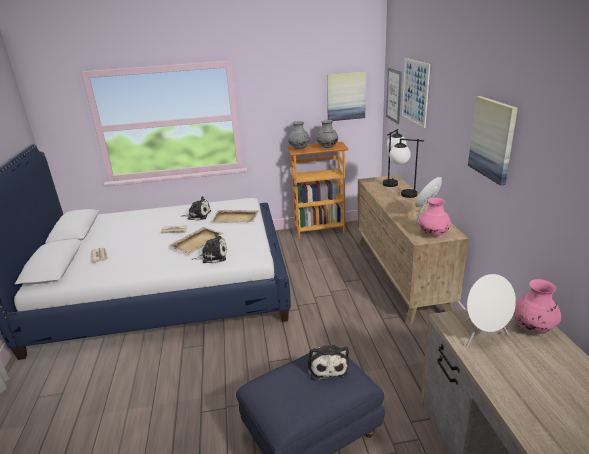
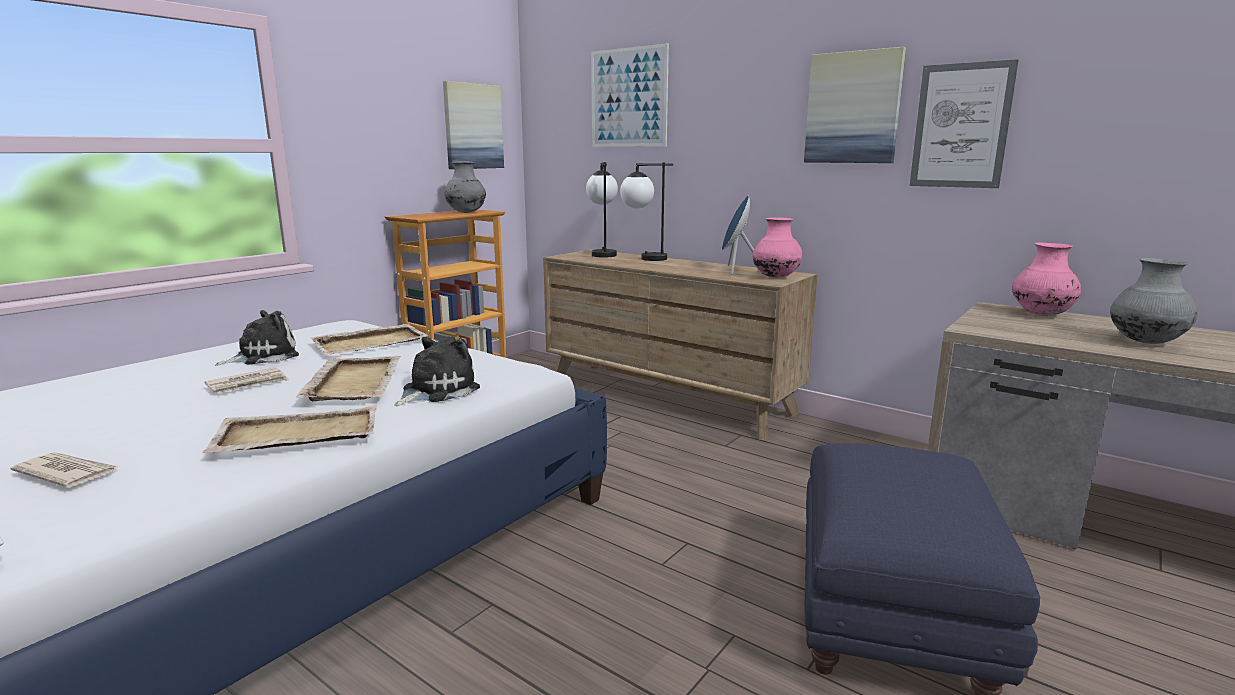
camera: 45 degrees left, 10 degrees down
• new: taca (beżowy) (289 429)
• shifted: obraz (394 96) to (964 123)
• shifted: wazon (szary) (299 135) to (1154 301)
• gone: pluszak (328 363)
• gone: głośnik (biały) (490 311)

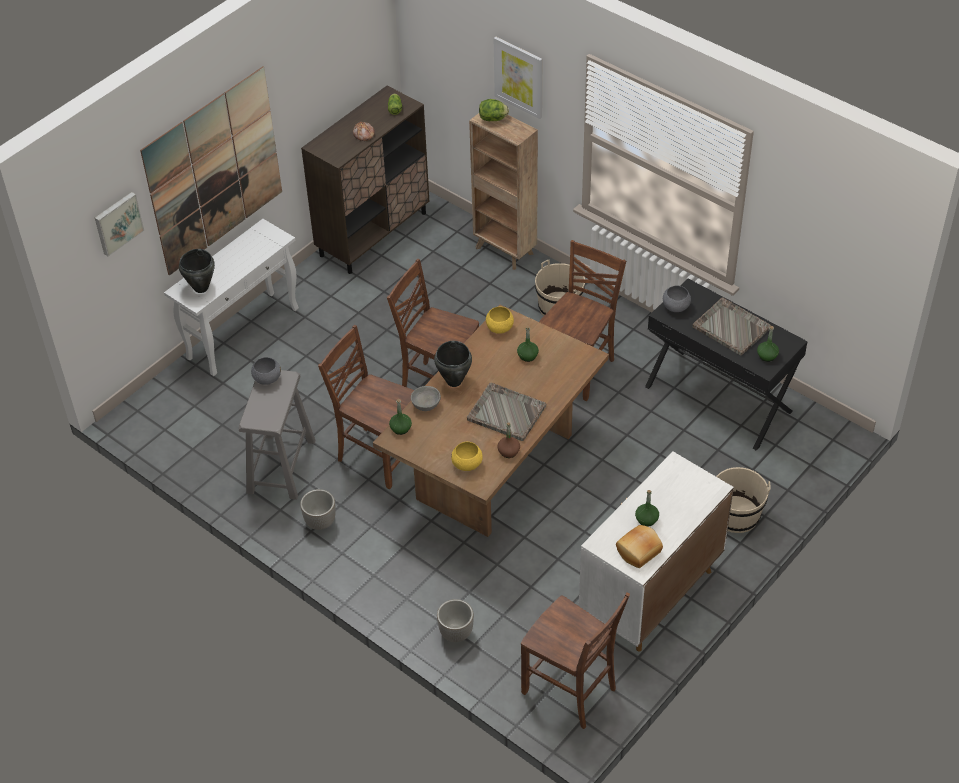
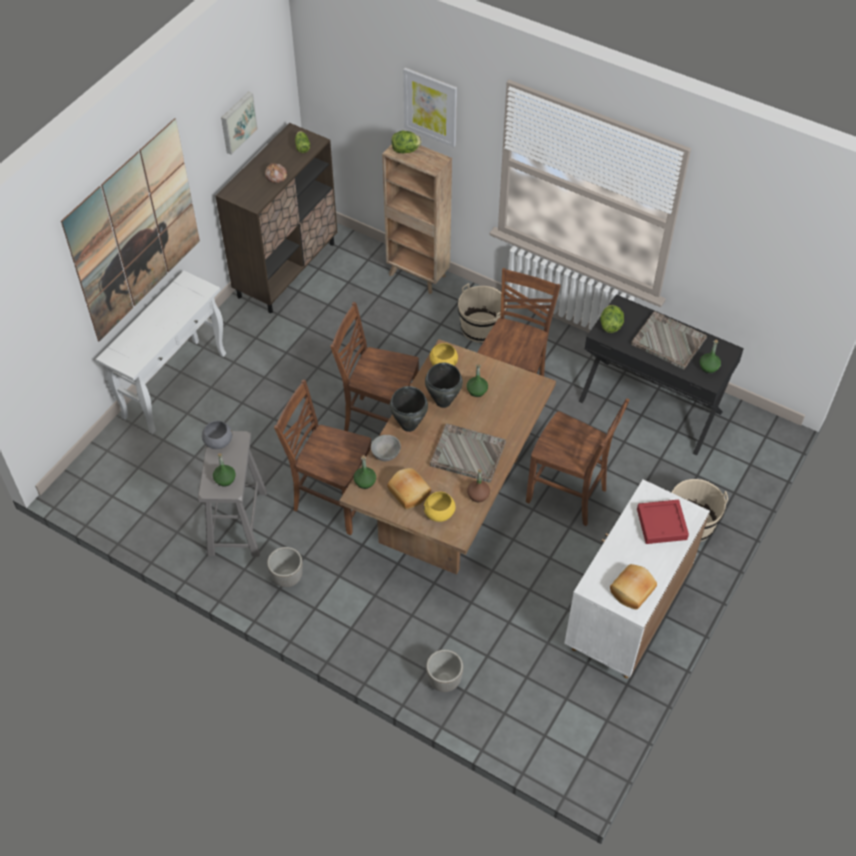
camera: 10 degrees left, 5 degrees up
• shifted: butelka (zielony) (647 508) to (224 470)
• shifted: obraz (119 224) to (239 123)
• new: chleb (409 488)
• shifted: garnek (czarny) (197 271) to (444 385)
• shifted: krzesło (brązowy) (575 660) to (577 462)
• swapped: miska (szary) (677 299) to sałata (612 319)
• new: taca (czerwony) (663 522)

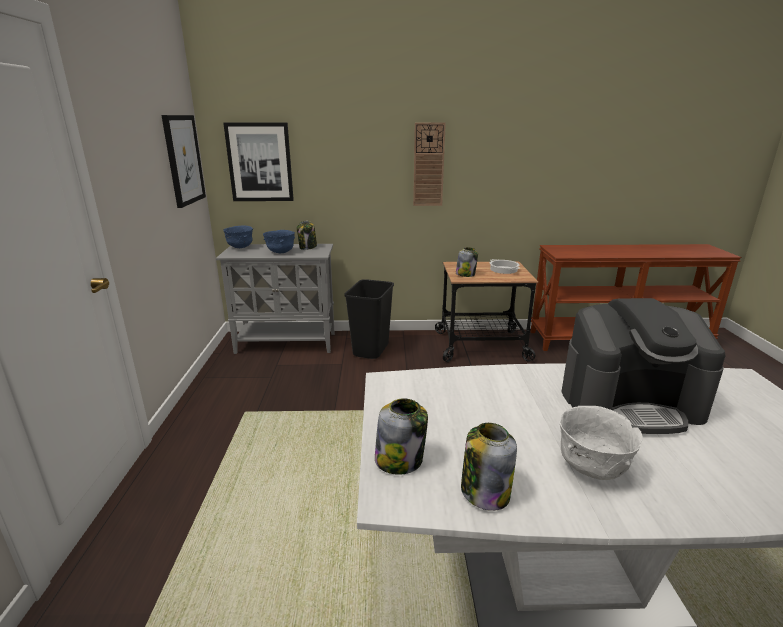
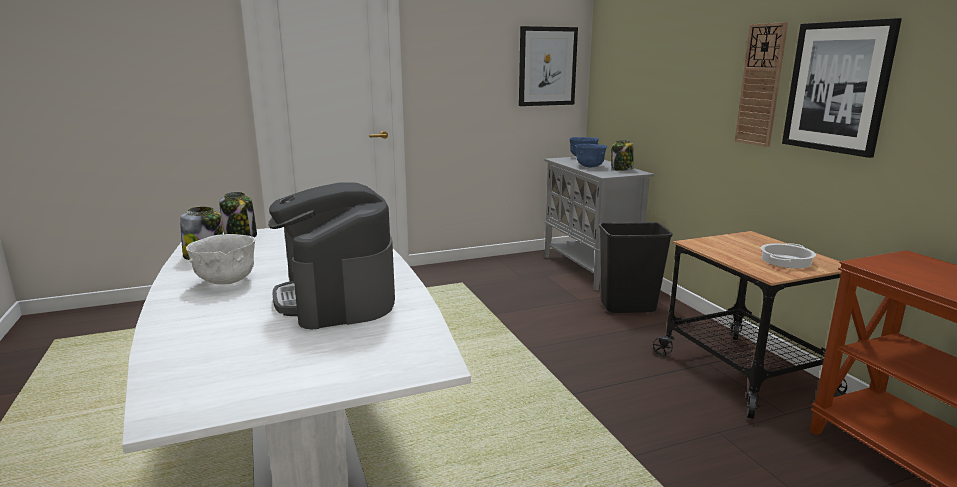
camera: 70 degrees right, 5 degrees down
• shifted: obraz (258 162) to (842 88)
• gone: słoik (467 262)

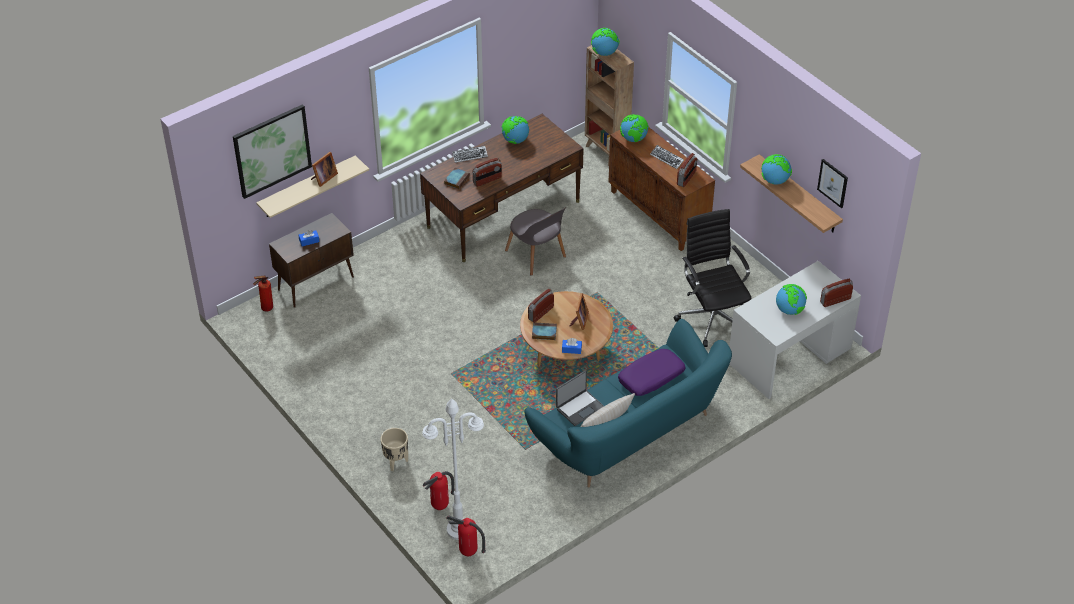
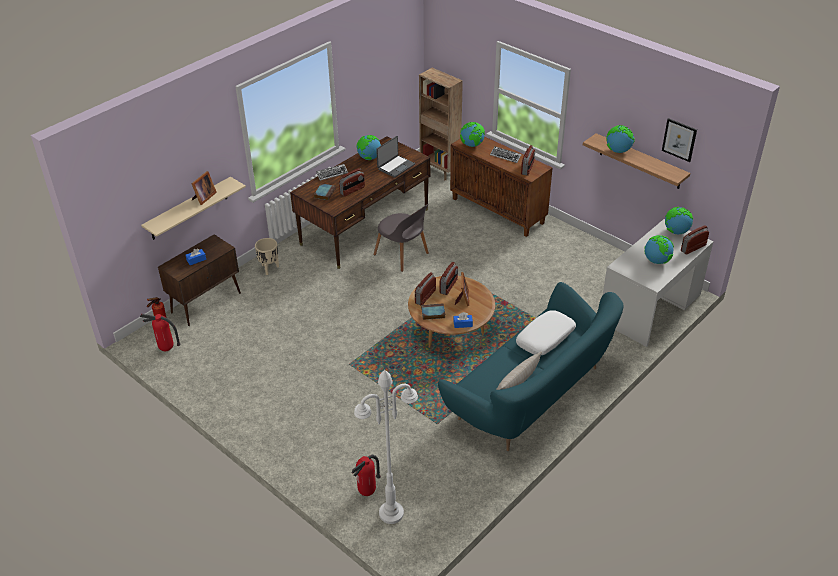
camera: 10 degrees left, 5 degrees down
• shifted: gaśnica (466 535) to (160 332)
• shifted: donica (beżowy) (394 449) to (267 256)
• shifted: laptop (580 398) to (395 157)
• new: radio (449 278)
• repainted: poduszka (fioletowy) (652 372) to poduszka (biały) (546 332)
• shifted: globus (605 42) to (679 220)
• gone: obraz (272 151)
• gone: krzesło biurowe (czarny) (712 278)

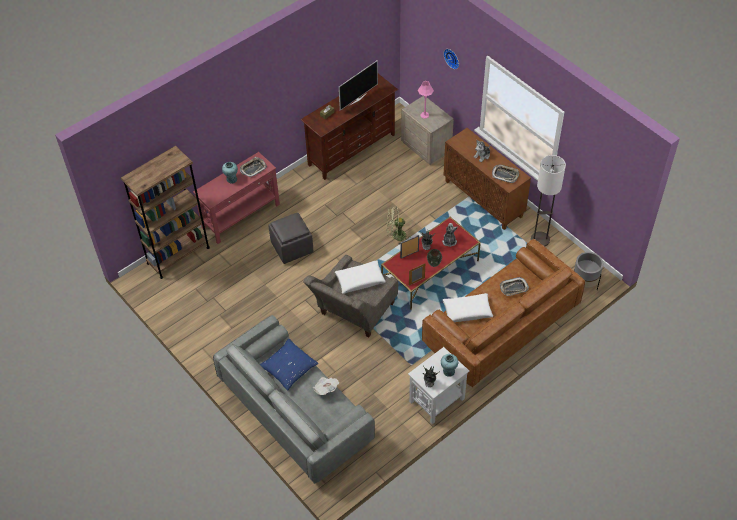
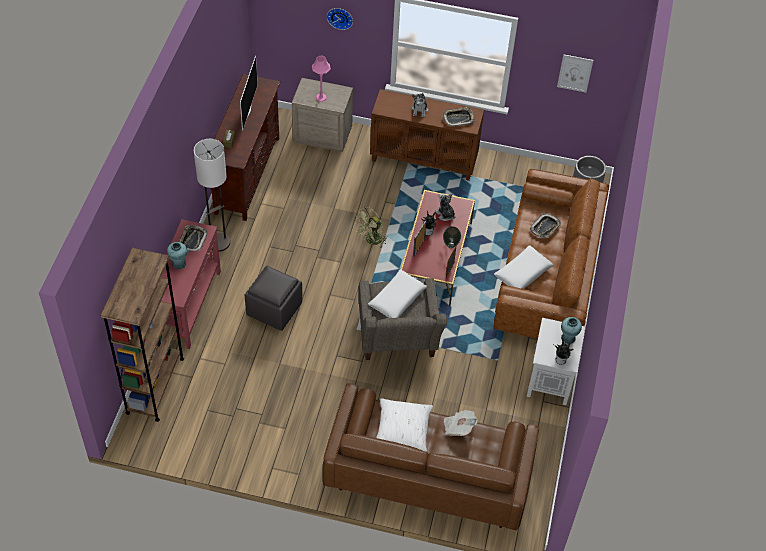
camera: 40 degrees left, 0 degrees up
• shifted: lampa stojąca (548 201) to (212 195)
• repainted: kanapa (szary) (294 399) to kanapa (brązowy) (431 456)
• repainted: poduszka (niebieski) (289 364) to poduszka (biały) (404 424)
• new: obraz (575 73)

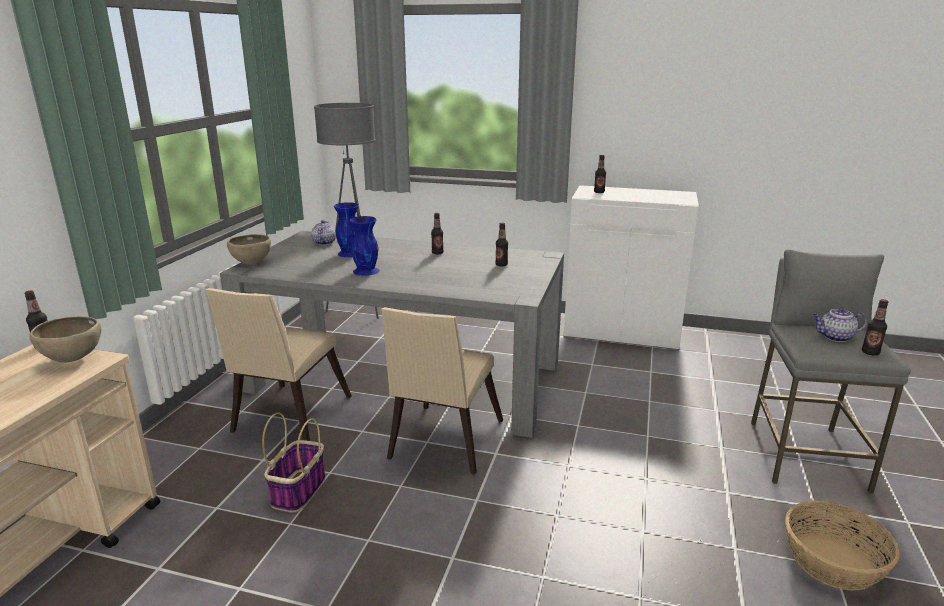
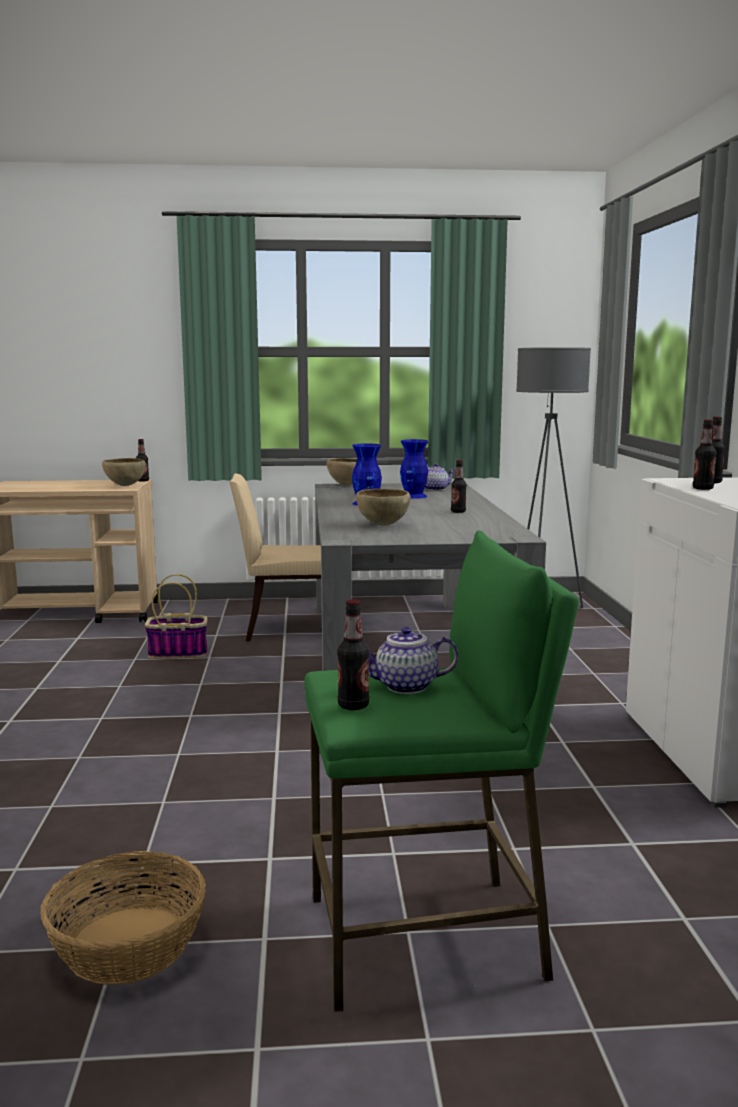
camera: 70 degrees right, 10 degrees down
• repainted: stołek (szary) (831 371) to stołek (zielony) (442 771)
• new: miska (brązowy) (383 507)
• rotated: imbryk (840 324) = (412 660) 75 degrees counterclockwise
• shifted: butelka (501 245) to (705 454)
• gone: krzesło (beżowy) (442 391)

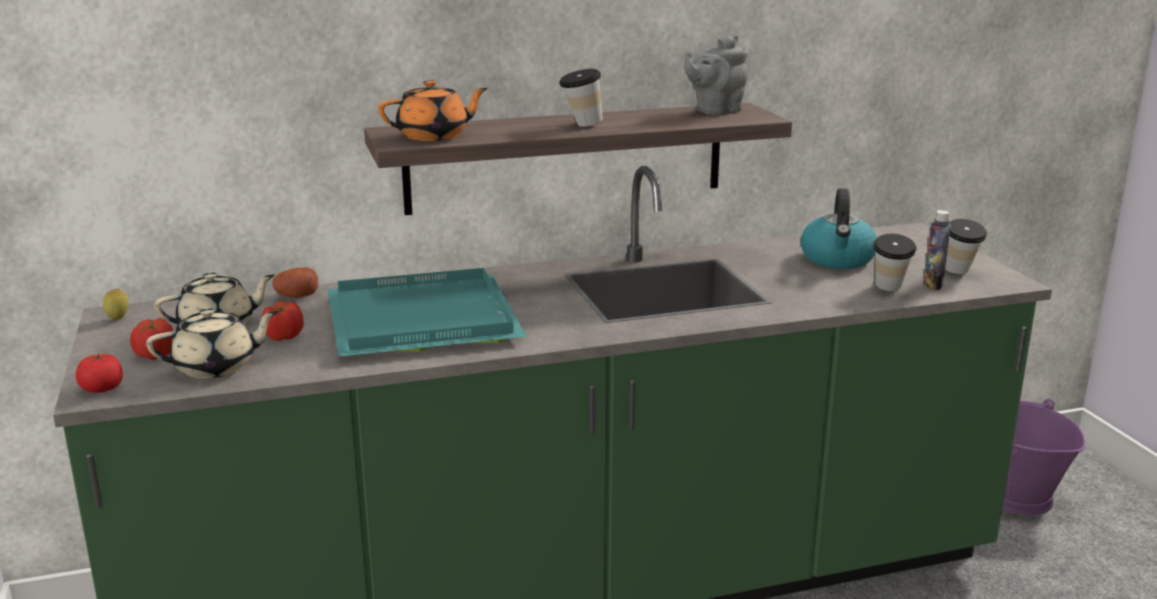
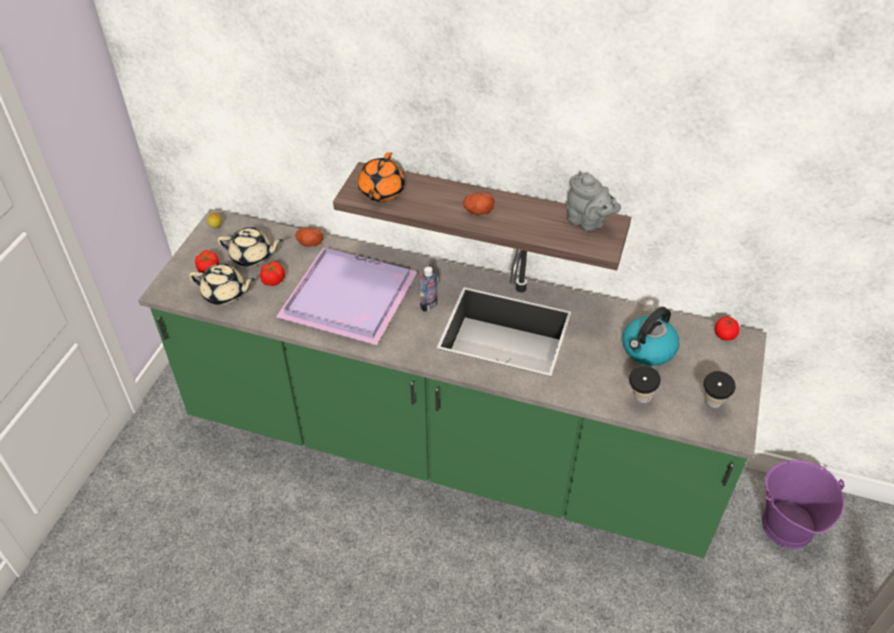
camera: 35 degrees right, 25 degrees up
• repainted: taca (turkusowy) (427 312) to taca (fioletowy) (346 296)
• rotated: imbryk (pomarańczowy) (433 110) = (381 176) 90 degrees clockwise
• shifted: butelka (937 250) to (429 289)
• swapped: filiżanka (581 98) to ziemniak (479 204)
• rotated: imbryk (szary) (716 75) = (594 201) 135 degrees counterclockwise
• shifted: pomidor (99 373) to (727 329)

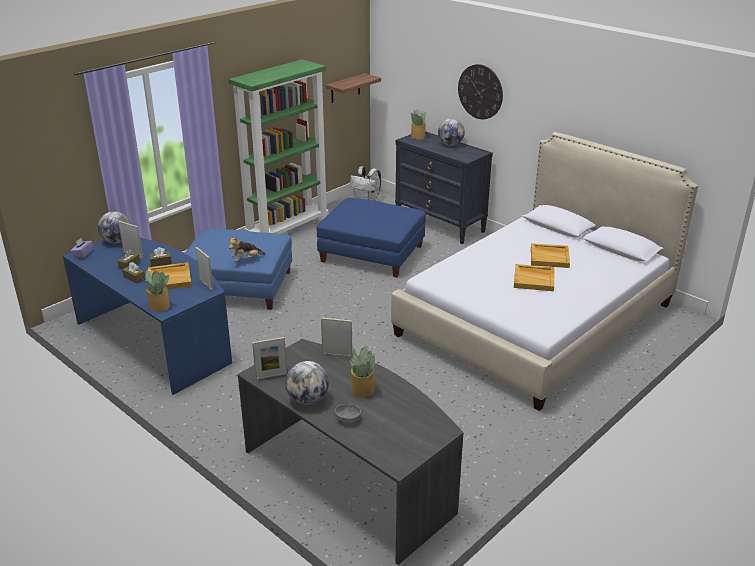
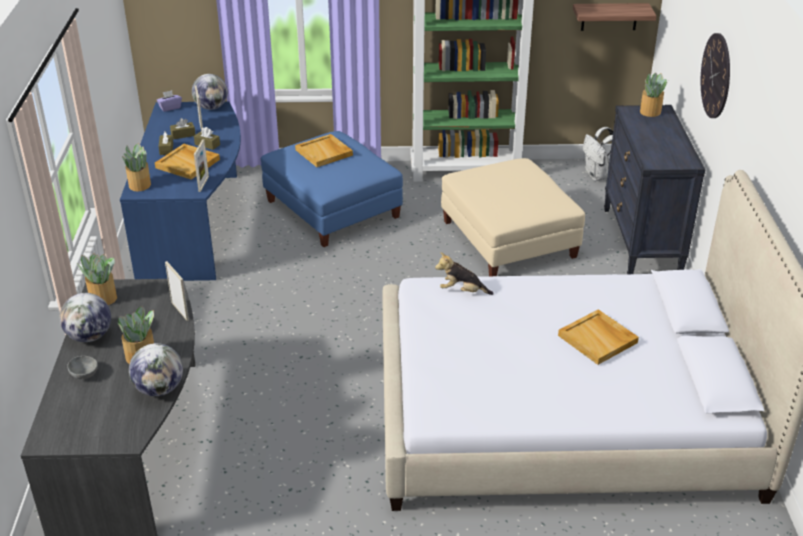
camera: 45 degrees right, 5 degrees up
• swapped: ramka na zdjęcie (269 358) to roślina doniczkowa (97 279)
• shifted: globus (451 132) to (156 369)
• shifted: taca (beżowy) (534 277) to (324 150)
• shifted: pluszak (246 249) to (464 273)
• repainted: pufa (niebieski) (371 238) to pufa (beżowy) (513 217)

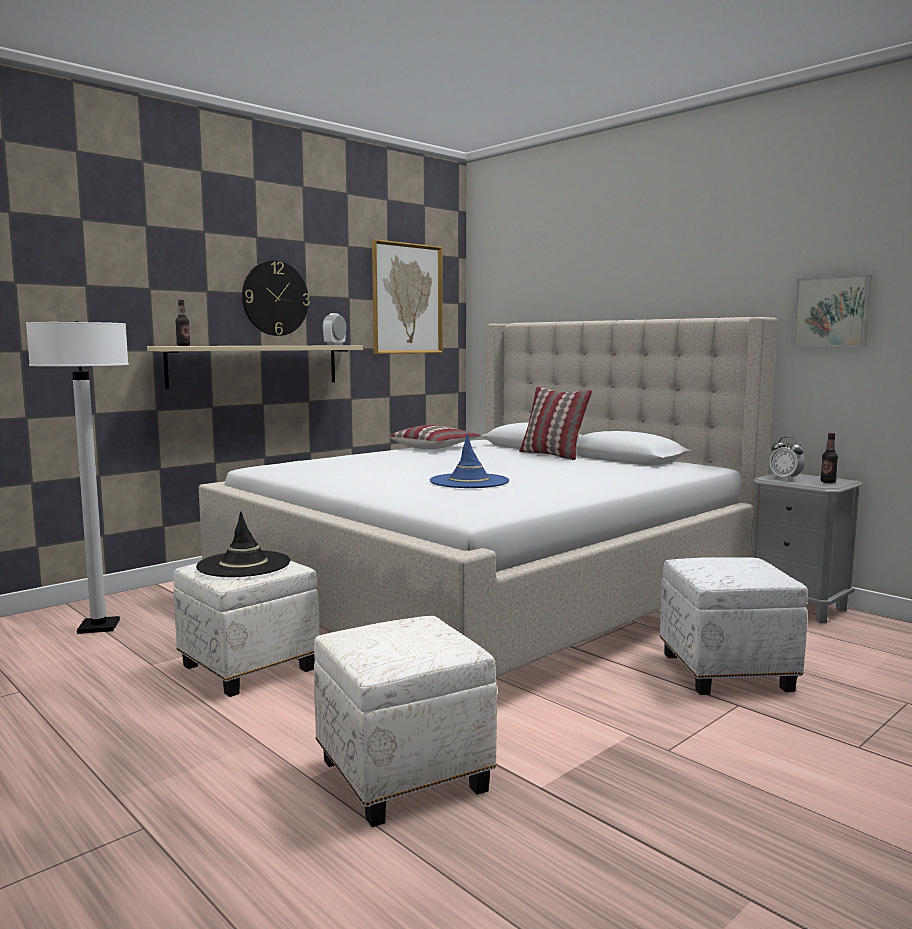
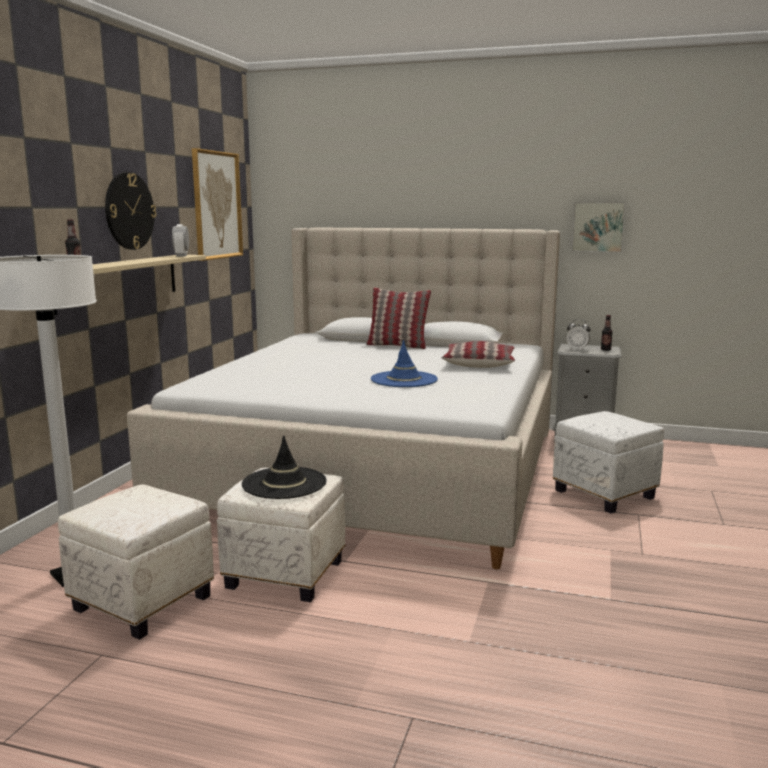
camera: 30 degrees left, 5 degrees up
• shifted: pufa (biały) (406 721) to (136 562)
• shifted: poduszka (434 437) to (478 354)

